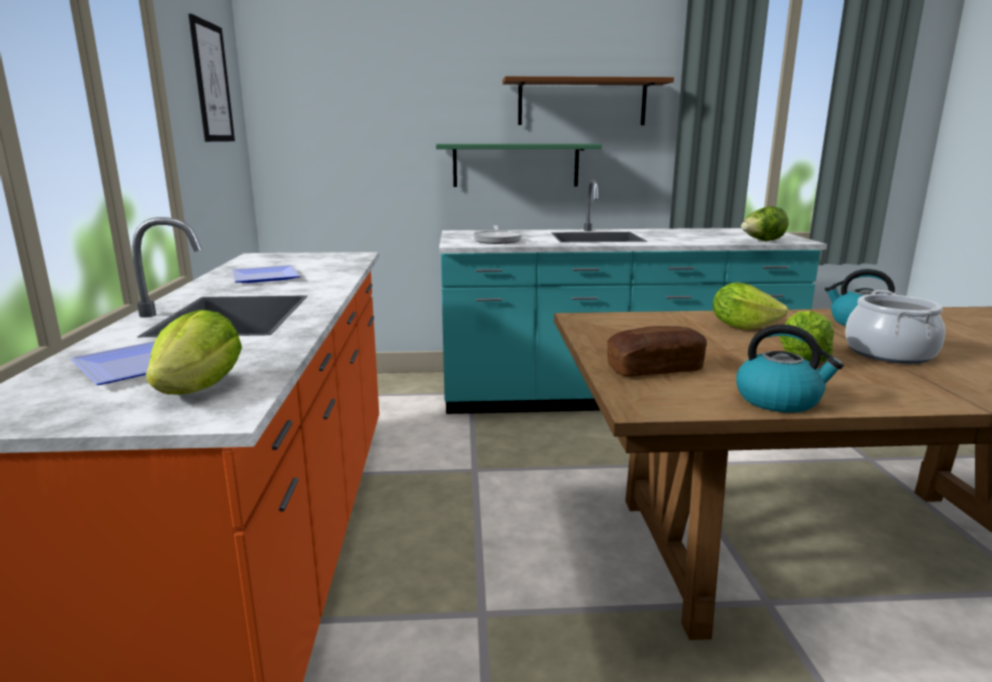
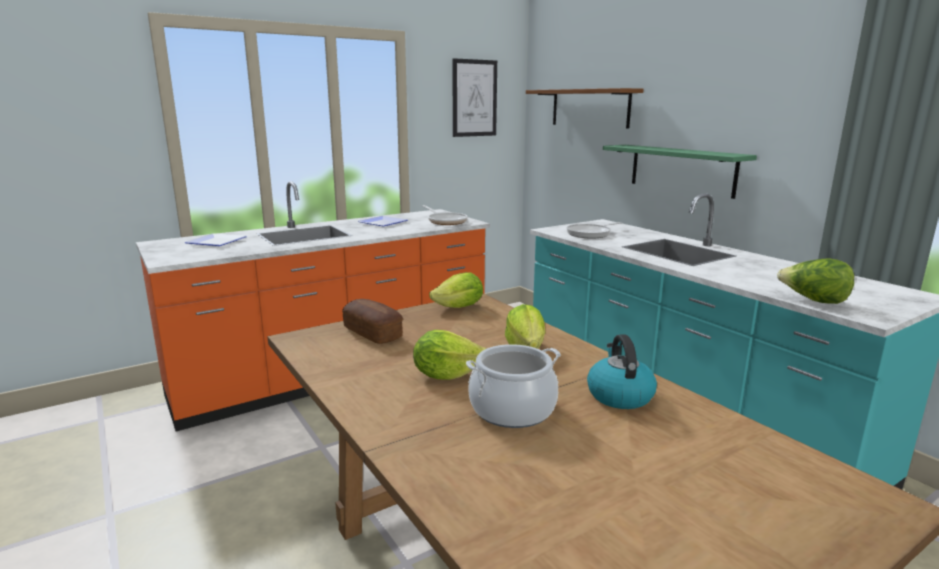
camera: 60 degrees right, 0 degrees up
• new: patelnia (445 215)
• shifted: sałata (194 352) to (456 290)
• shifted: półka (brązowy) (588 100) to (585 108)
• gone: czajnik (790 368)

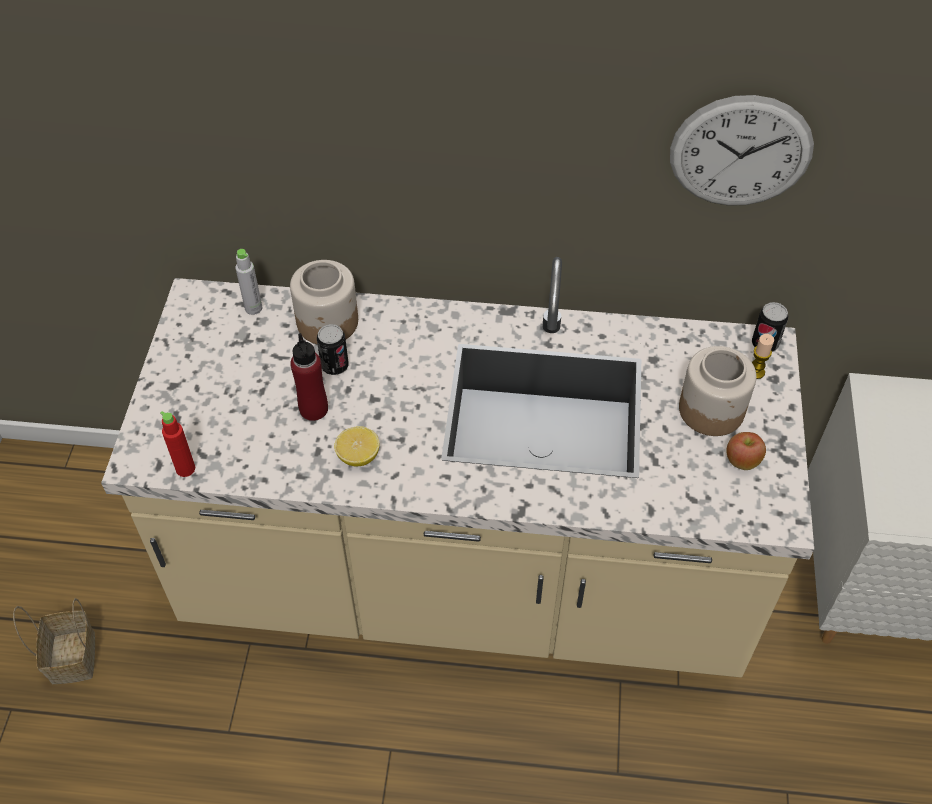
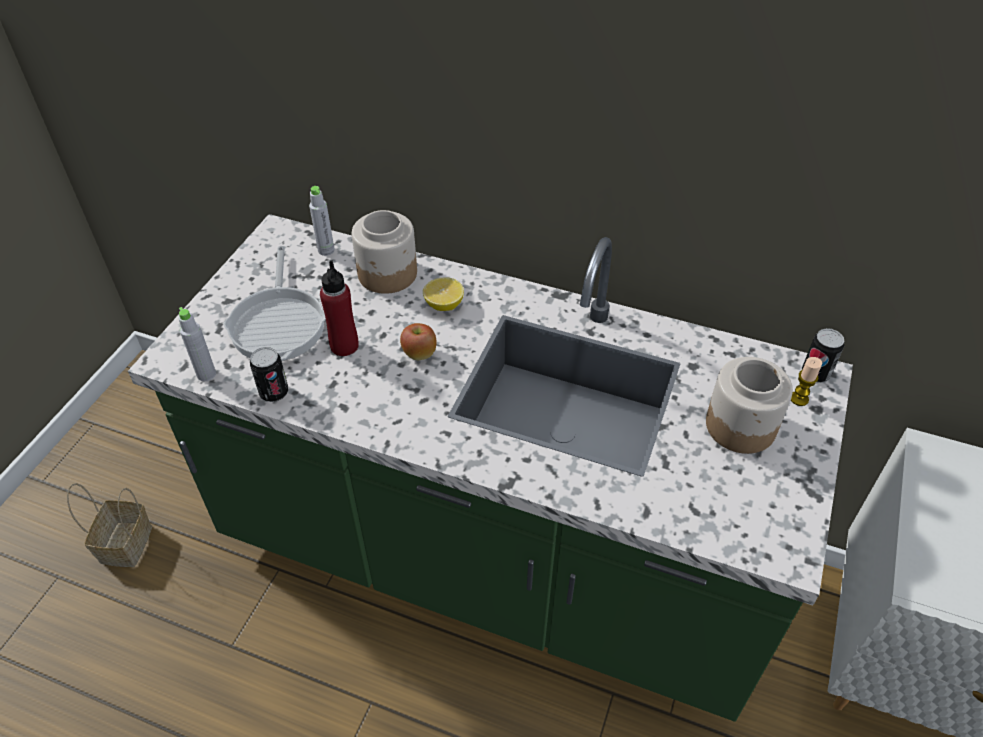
camera: 15 degrees right, 5 degrees down
• repainted: zabudowa kuchenna (beżowy) (457 467) to zabudowa kuchenna (zielony) (490 468)
• repainted: butelka (czerwony) (177 444) to butelka (szary) (197 344)
• new: patelnia (275 303)
• shifted: puszka (333 349) to (269 374)
• shifted: jabłko (746 451) to (418 341)
• shifted: cytryna (356 446) to (443 294)
• gone: zegar ścienny (742 150)

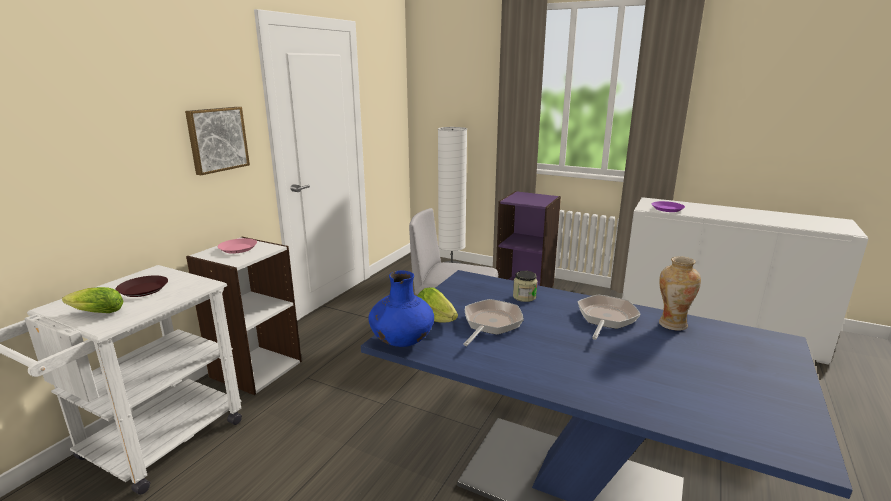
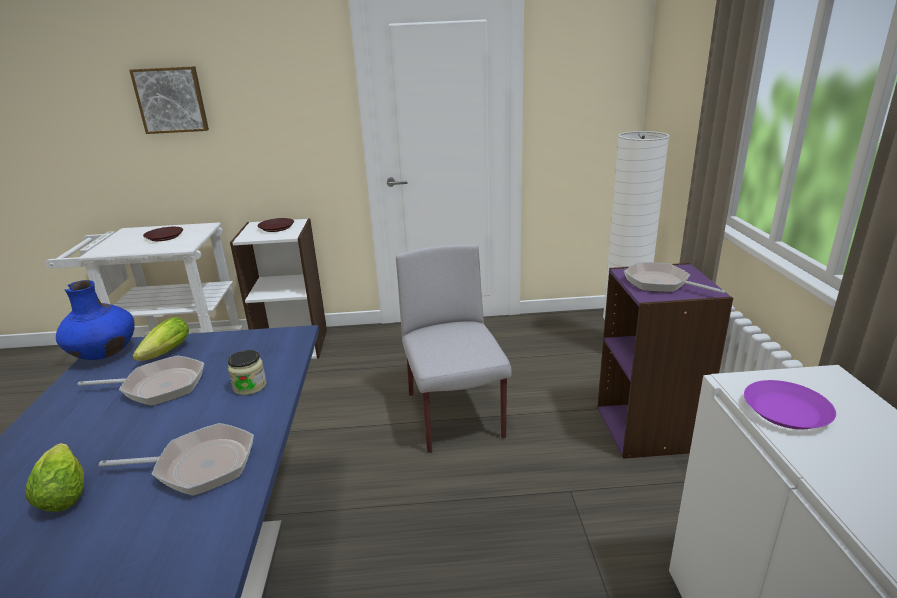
camera: 60 degrees right, 5 degrees up
• shifted: sałata (92 300) to (54 477)
• shifted: obraz (217 141) to (169 100)
• repainted: talerz (różowy) (237 246) to talerz (brązowy) (275 225)
• new: patelnia (674 277)
• gone: wazon (680 293)

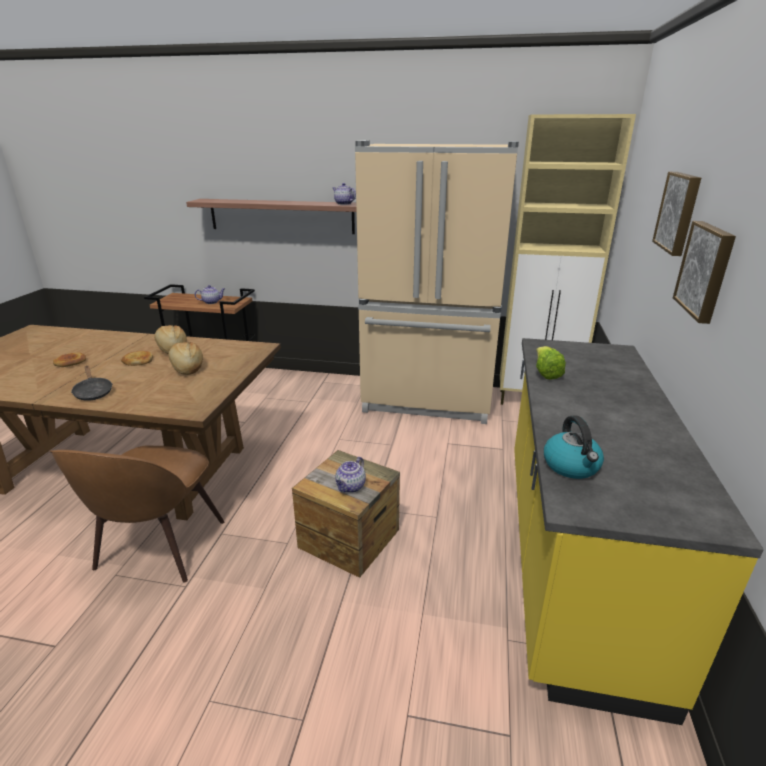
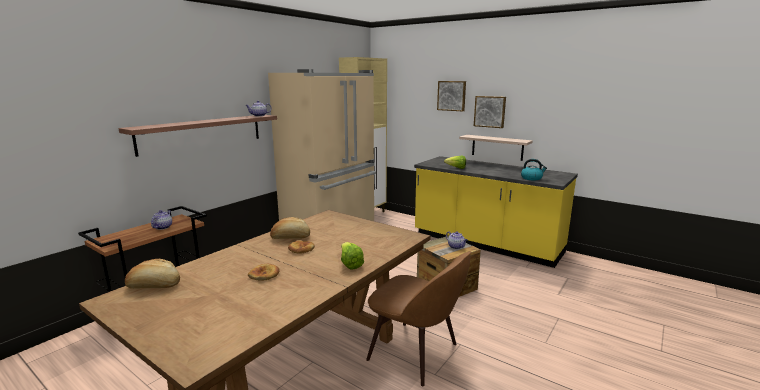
camera: 65 degrees left, 10 degrees down
• shifted: chleb (185 358) to (152 274)
• swapped: patelnia (czarny) (92 383) to sałata (352 255)
• new: półka (496 148)

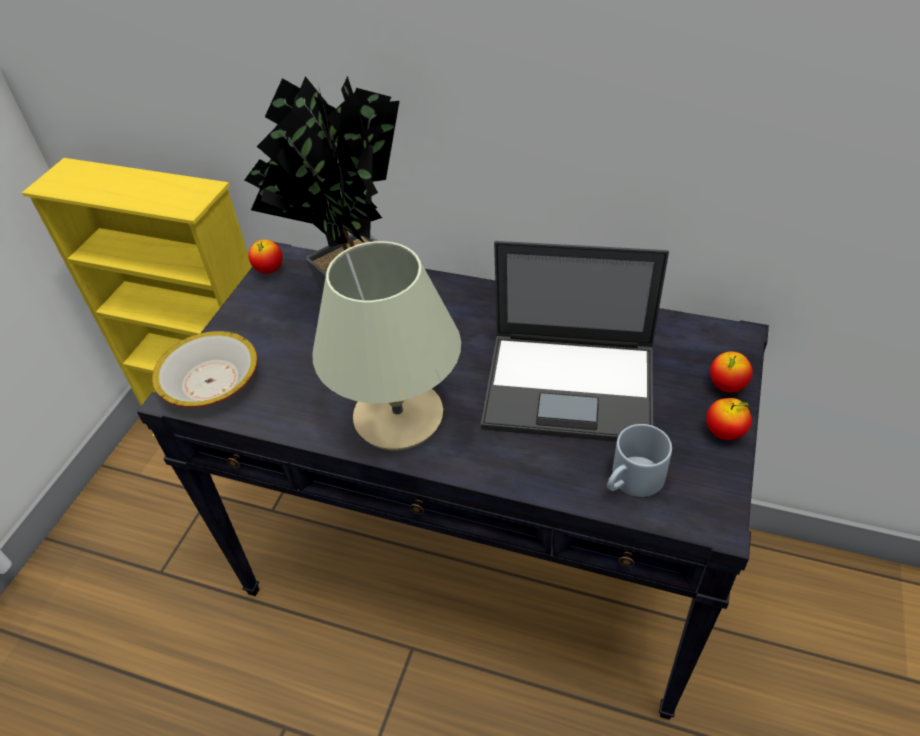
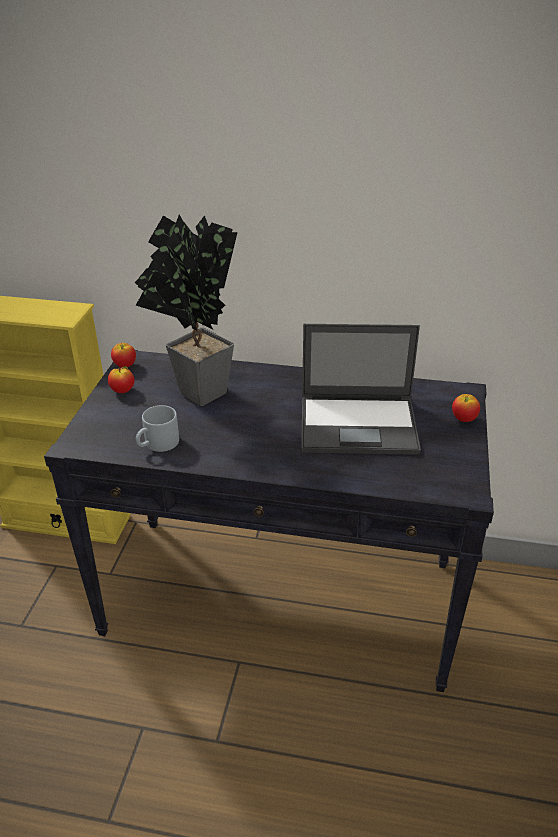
camera: 10 degrees left, 10 degrees down
• shifted: jabłko (729 419) to (121 379)
• shifted: kubek (szary) (639 460) to (157 428)
• gone: miska (205 369)
• gone: lampa stołowa (beżowy) (387 345)

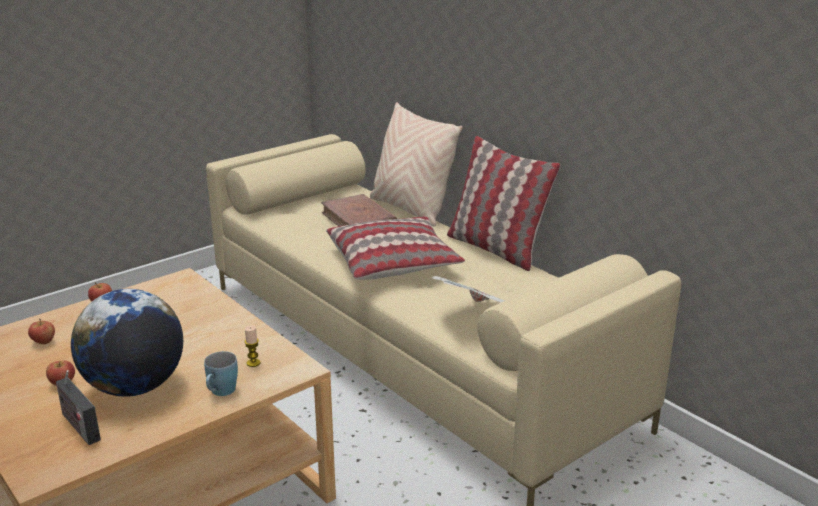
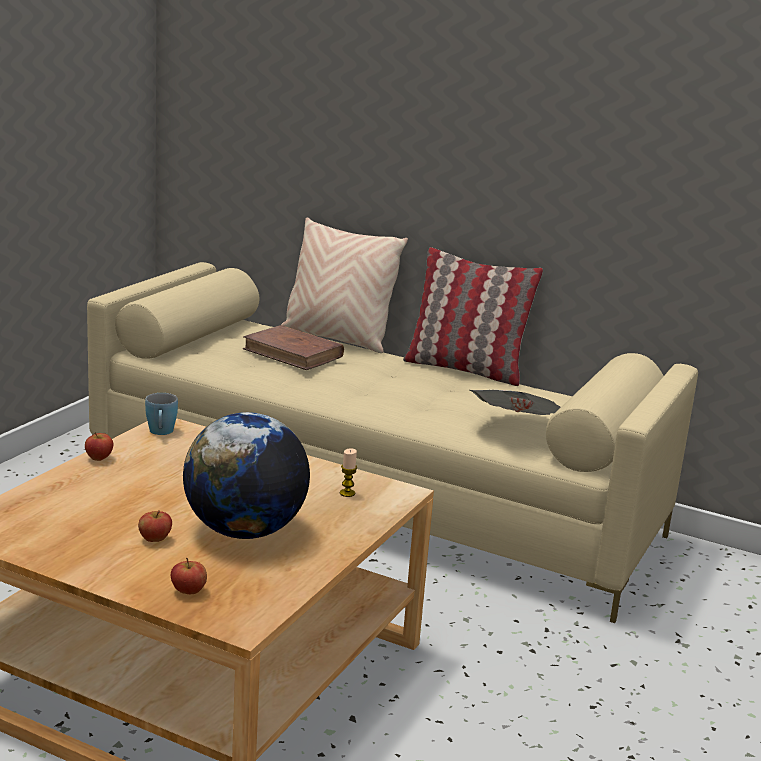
camera: 25 degrees left, 5 degrees down
• shifted: kubek (niebieski) (221 373) to (161 414)
• shifted: jabłko (41 331) to (189 576)
• gone: radio (78 407)
• gone: poduszka (395 248)

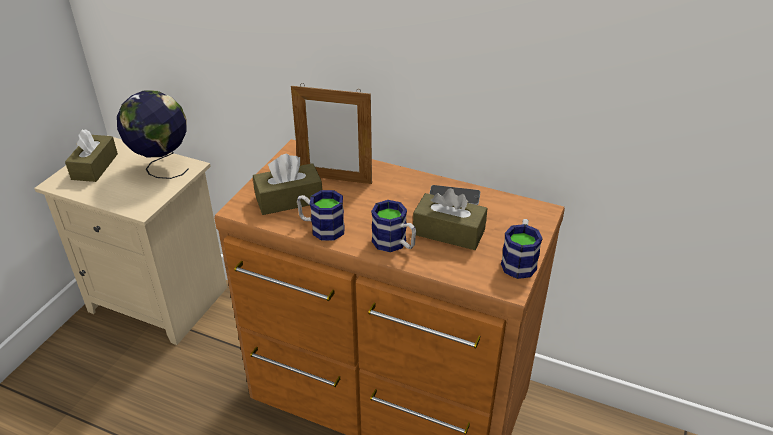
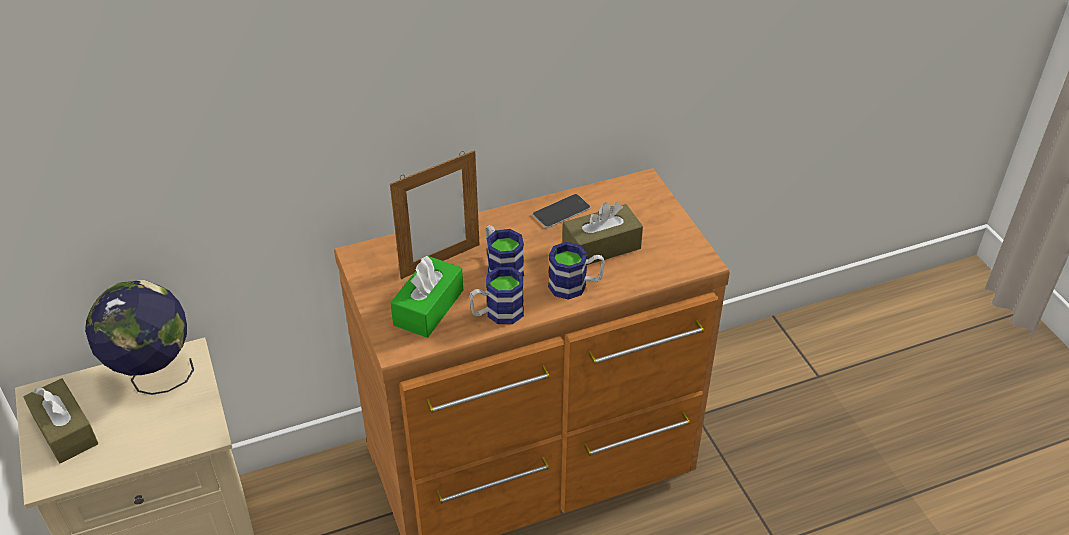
camera: 45 degrees left, 5 degrees up
• repainted: pudełko chusteczek (brązowy) (287 184) to pudełko chusteczek (zielony) (426 297)
• shifted: kubek (522 249) to (504 250)

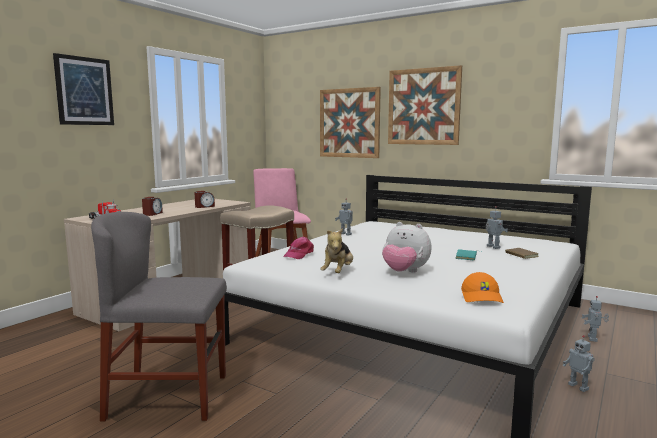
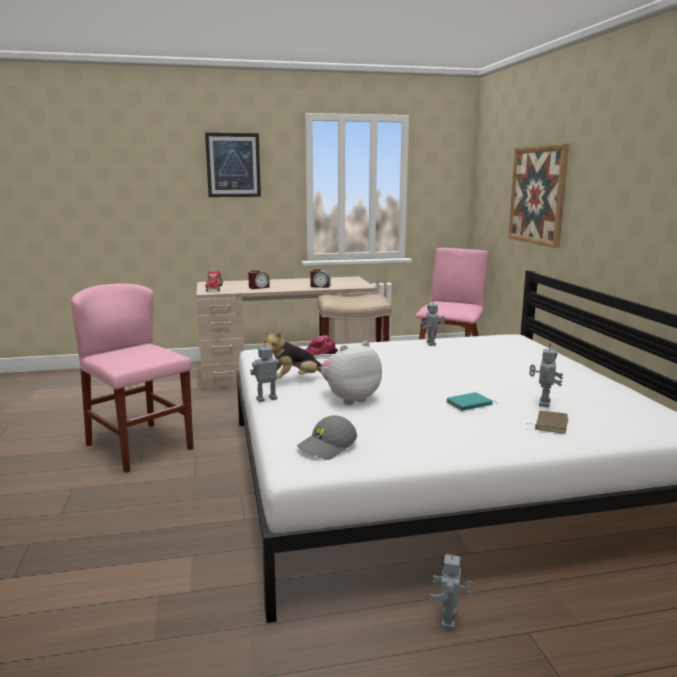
camera: 45 degrees right, 5 degrees up
• repainted: krzesło (szary) (159 316) to krzesło (różowy) (132 378)
• shifted: robot zabawkowy (595 319) to (264 371)
• repainted: czapka z daszkiem (pomarańczowy) (482 287) to czapka z daszkiem (szary) (327 437)
• rotated: pluszak (407 247) = (351 373) 75 degrees clockwise
• gone: obraz (425 105)

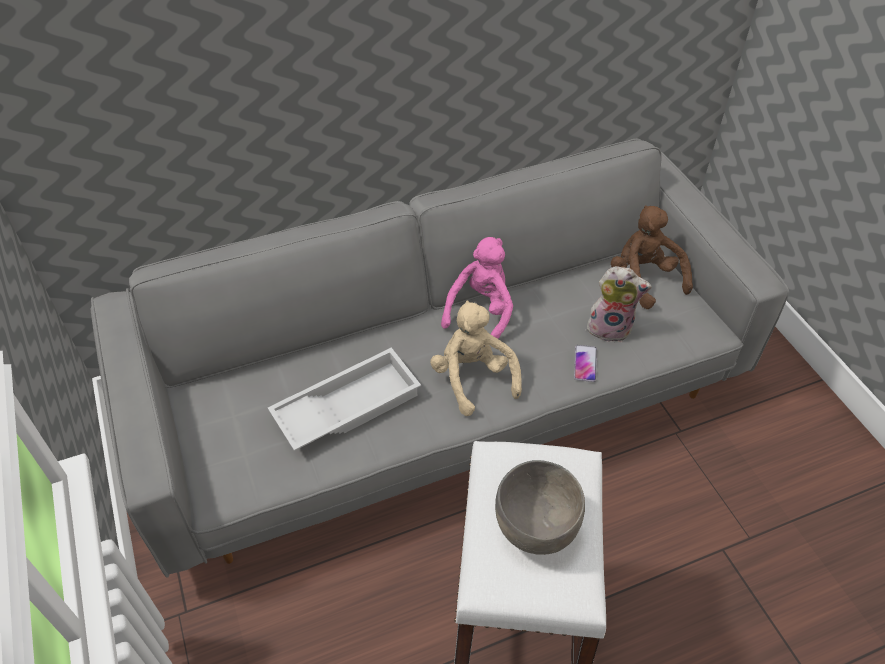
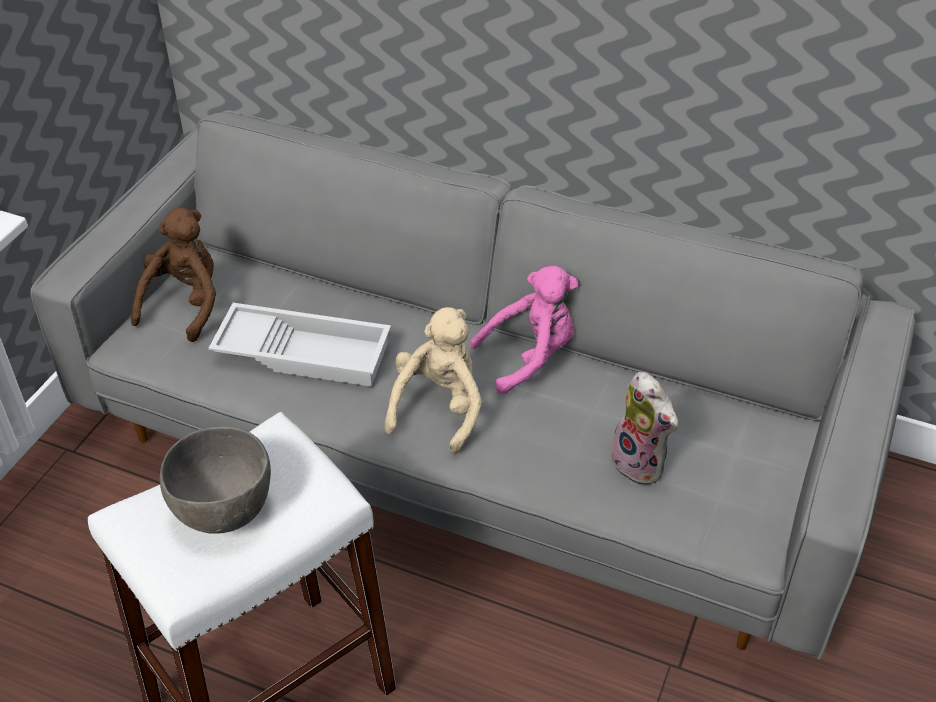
camera: 45 degrees right, 5 degrees down
• shifted: pluszak (brązowy) (652 257) to (173 274)
• gone: telefon (585 363)

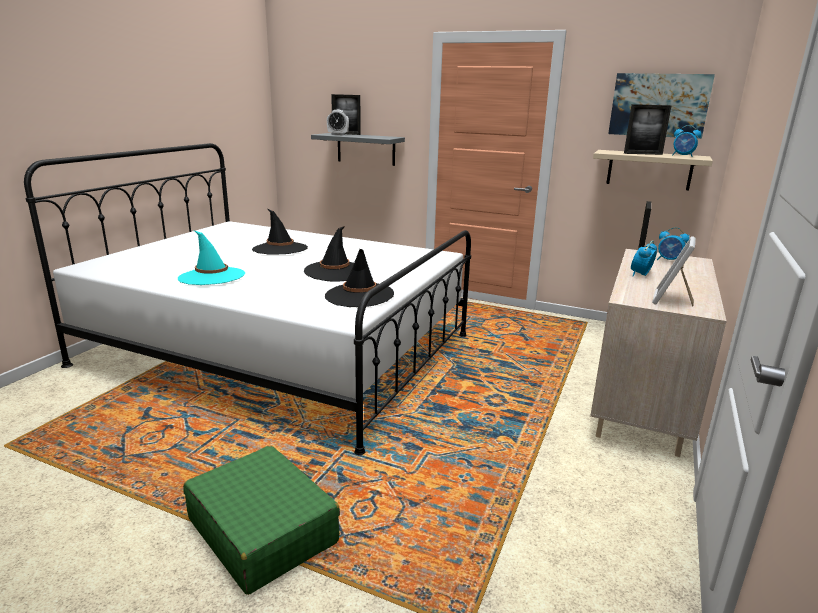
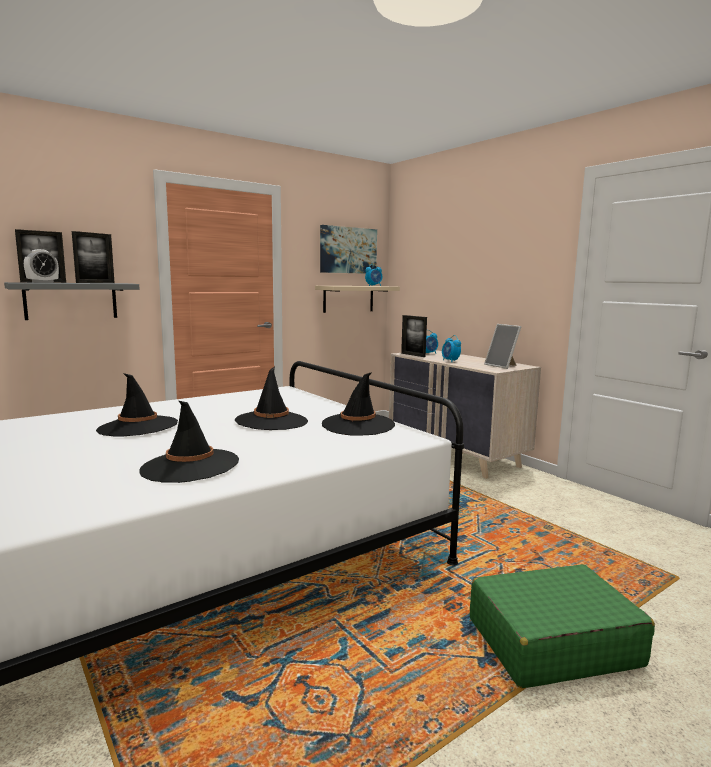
camera: 60 degrees left, 10 degrees down
• shifted: ramka na zdjęcie (648 129) to (93 257)
• repainted: kapelusz (turkusowy) (211 258) to kapelusz (czarny) (189 442)

